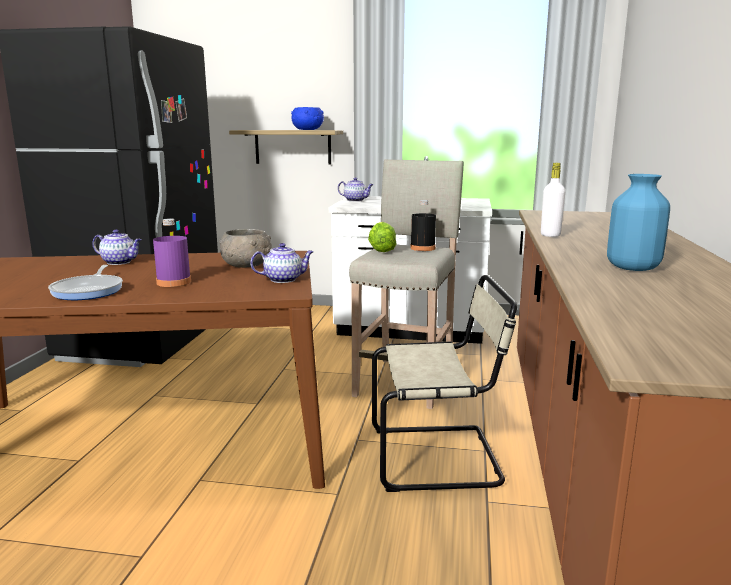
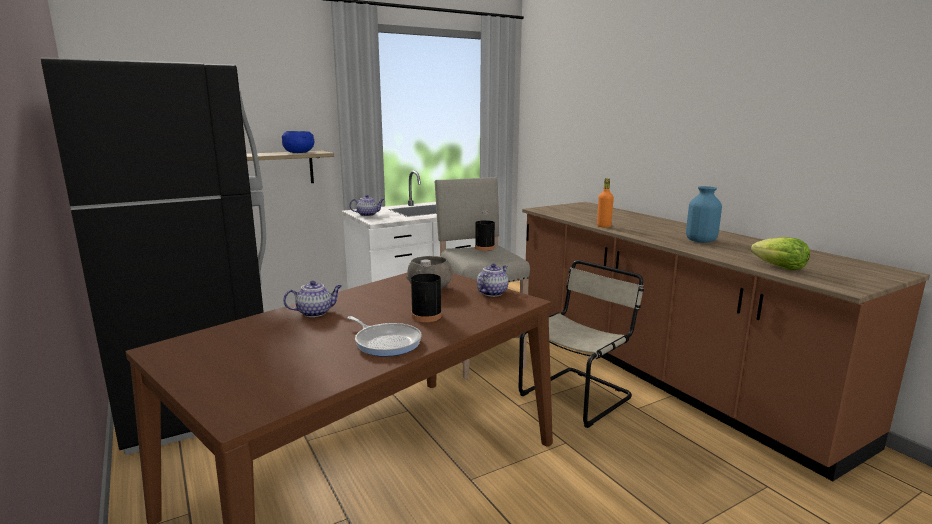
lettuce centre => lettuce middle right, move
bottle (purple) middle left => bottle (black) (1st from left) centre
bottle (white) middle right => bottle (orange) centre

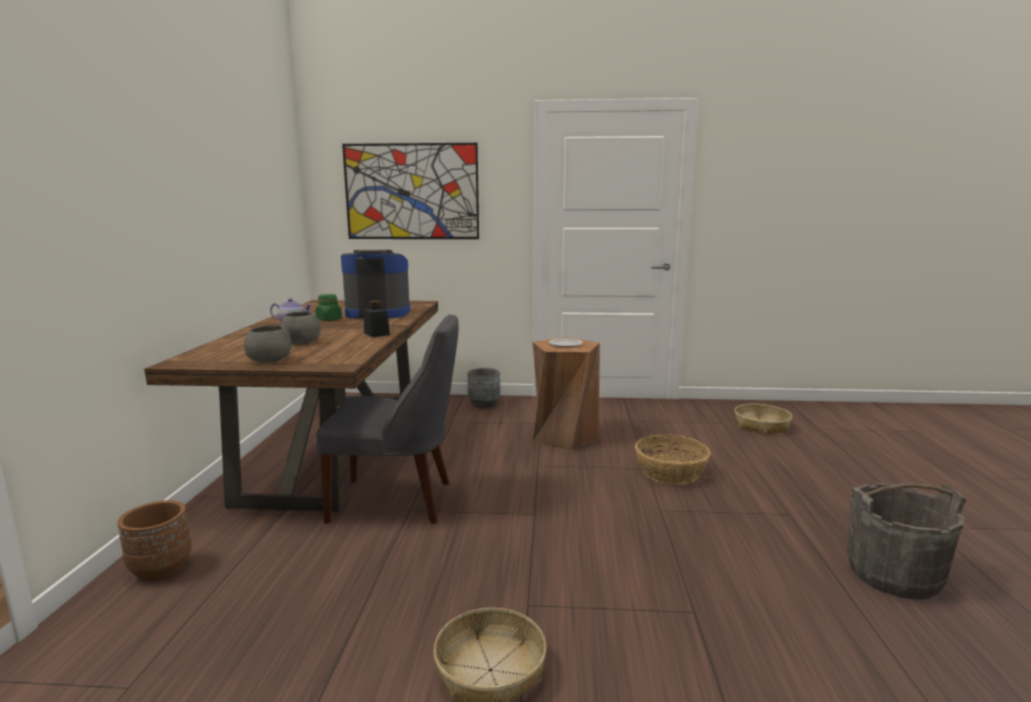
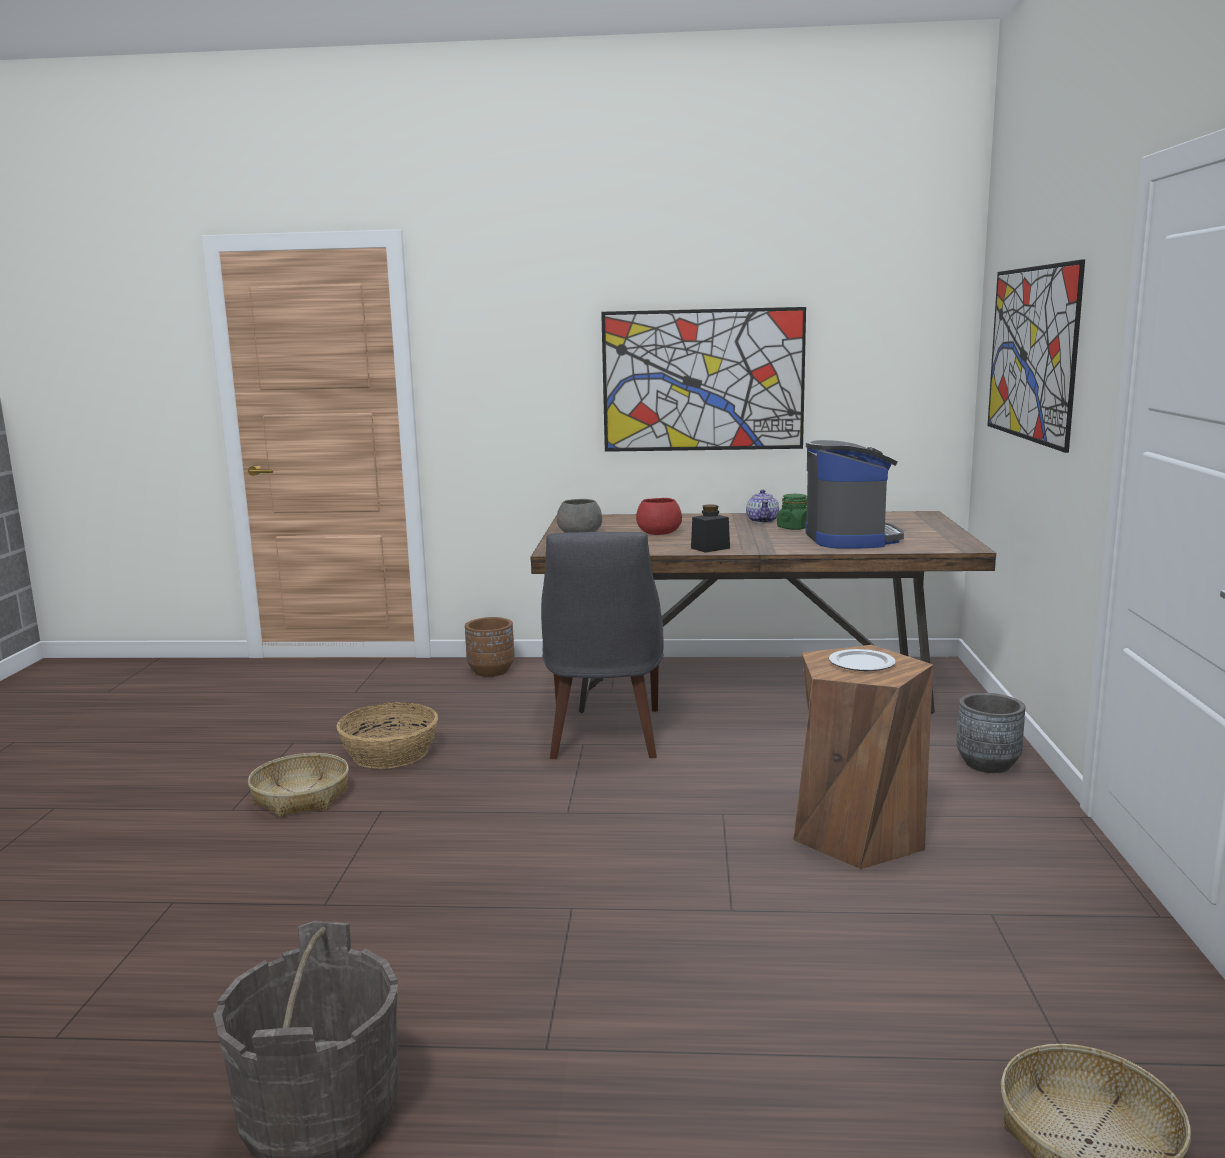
nothing => picture (1st from left) top centre
basket (2nd from left) centre => basket (2nd from left) middle left, move
bowl (grey) (2nd from left) middle left => bowl (red) centre

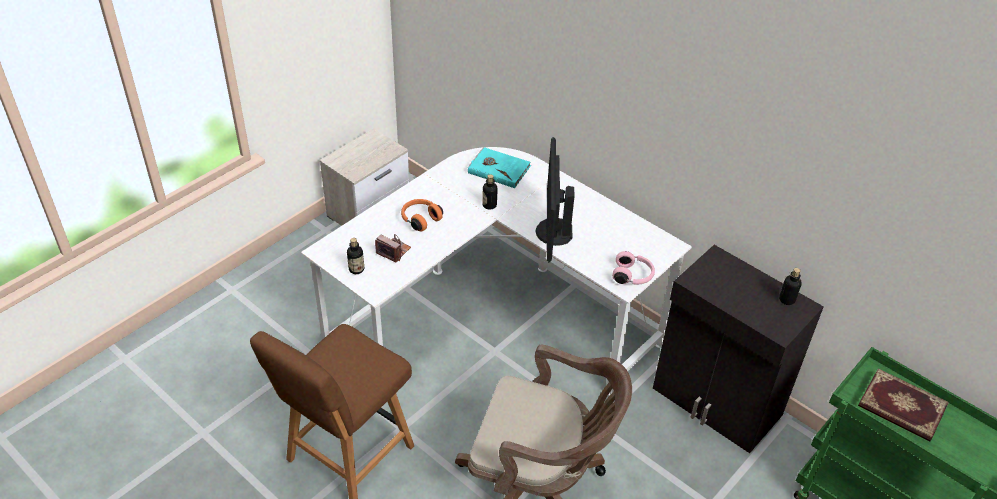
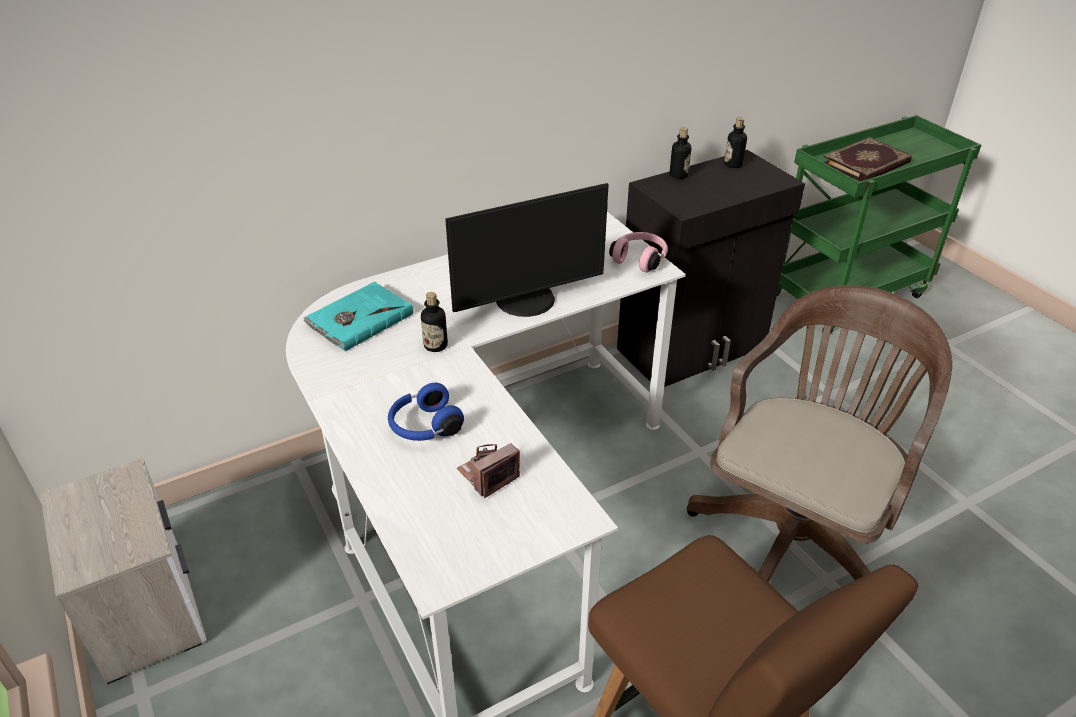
bottle (1st from left in the first image) centre => bottle (2nd from left) top centre, move
headphones (orange) centre => headphones (blue) centre
monitor centre, 45 degrees counterclockwise

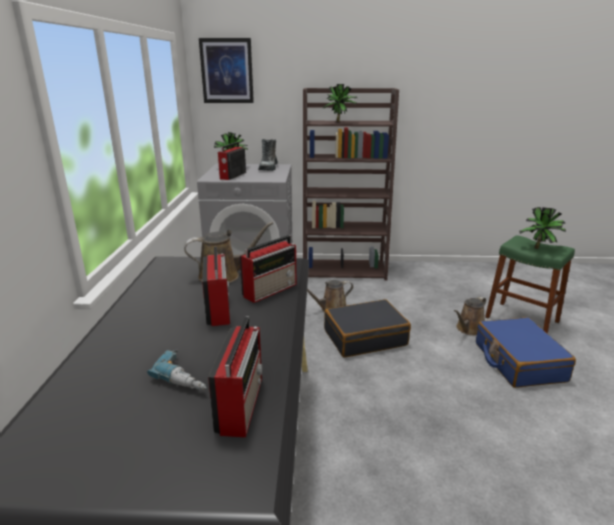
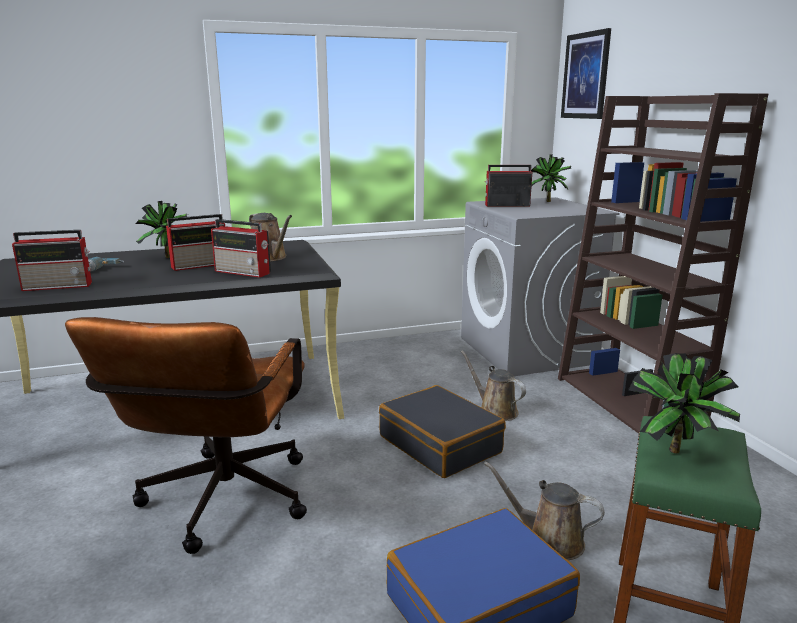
boot top centre => nothing
nothing => office chair (brown) bottom left
potted plant (2nd from left in the first image) top centre => potted plant (1st from left) middle left, move

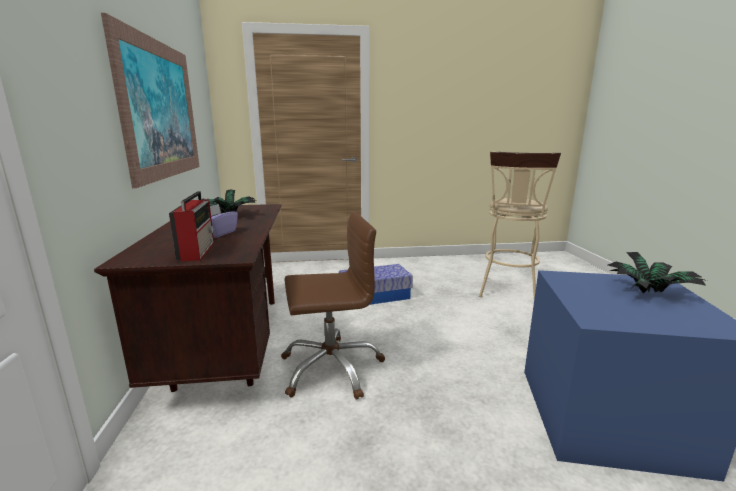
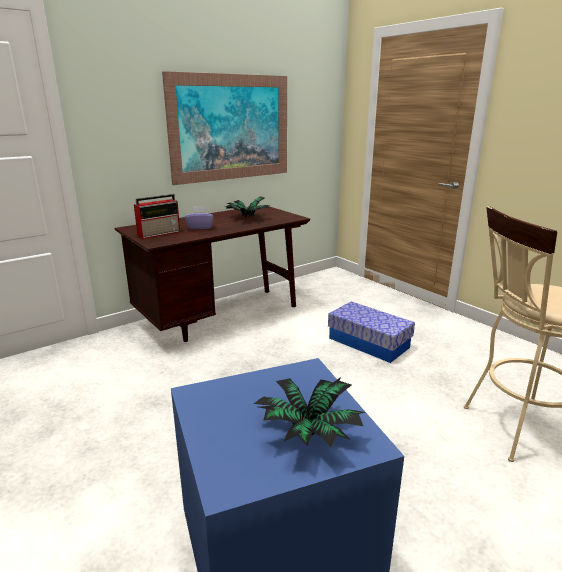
office chair (brown) centre => nothing

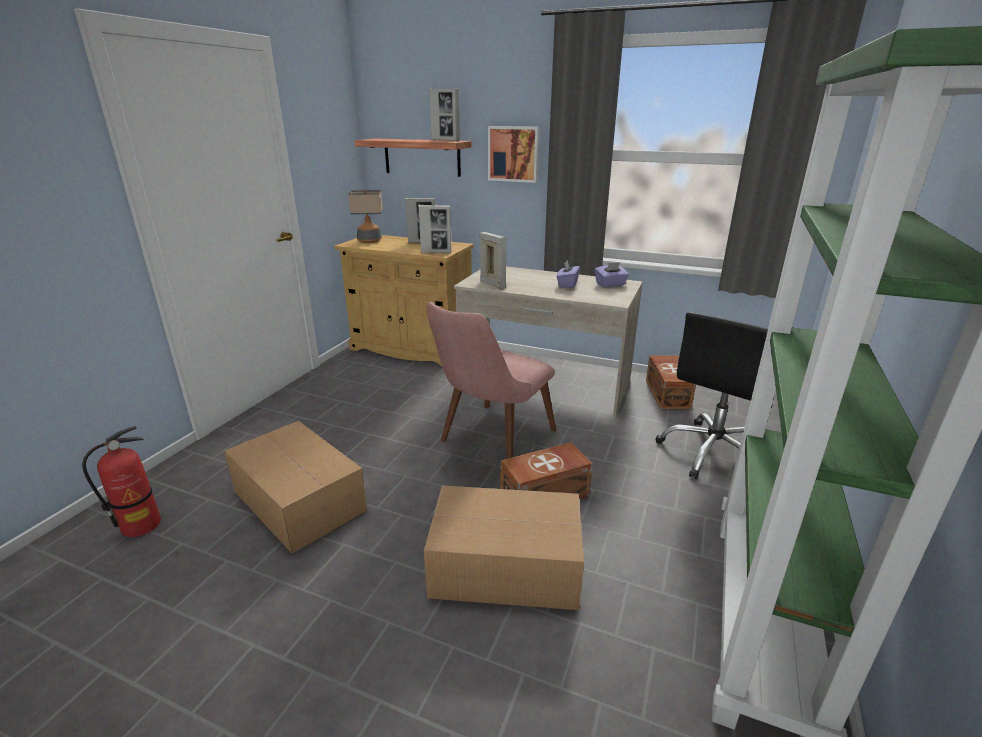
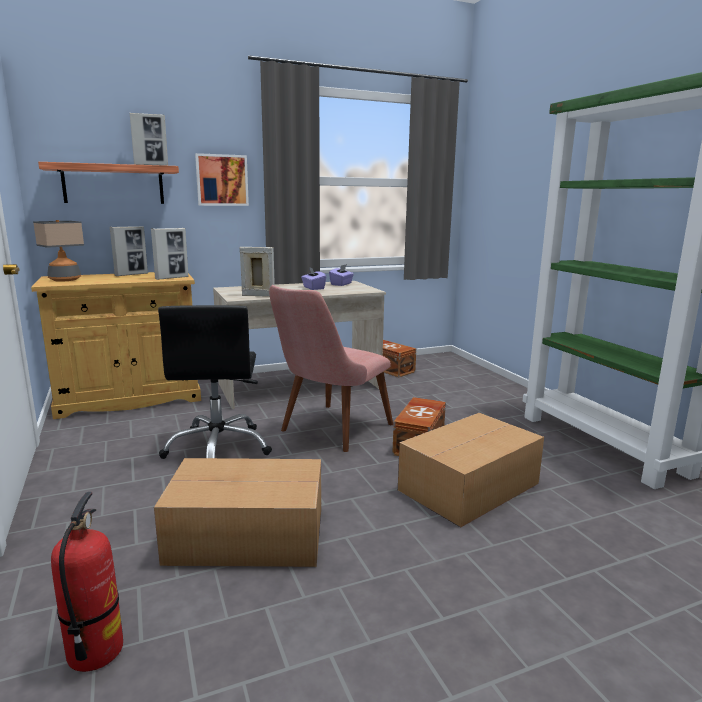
office chair (black) middle right => office chair (black) middle left, move
chair (pink) centre, 45 degrees clockwise

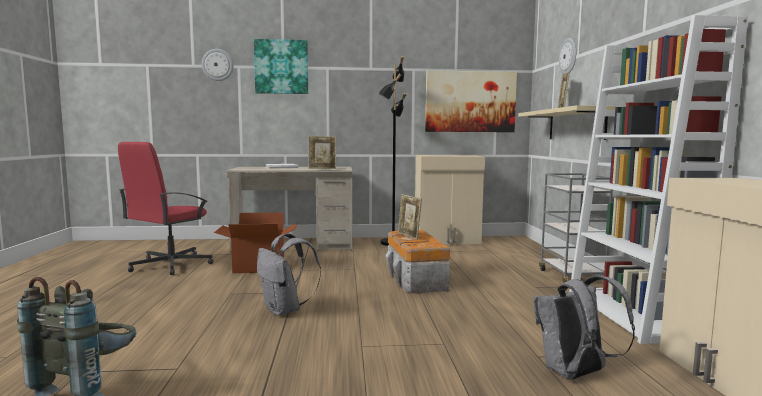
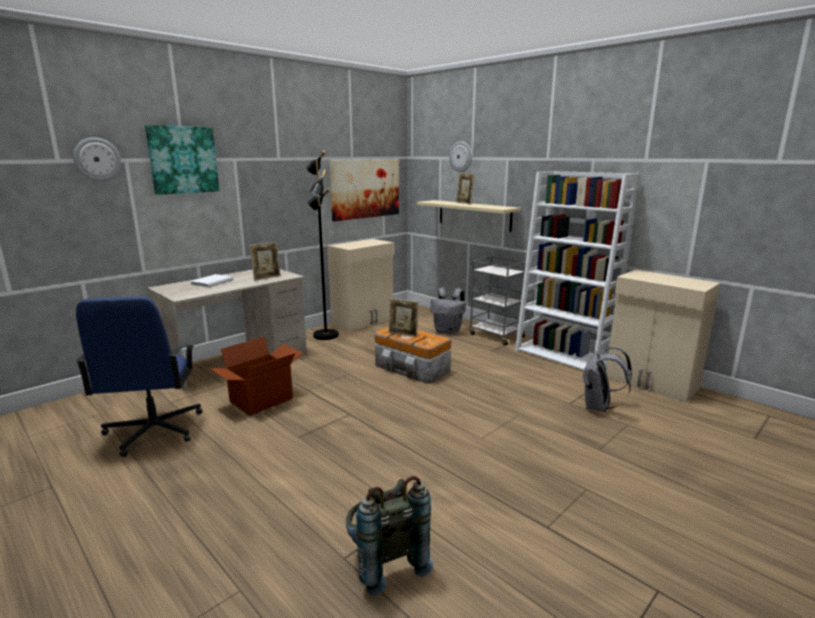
backpack (grey) (2nd from left) bottom centre => backpack (grey) (2nd from left) centre, move
office chair (red) middle left => office chair (blue) middle left

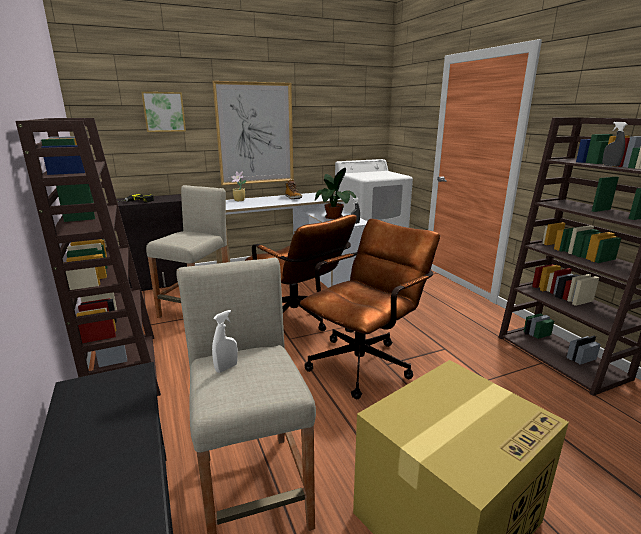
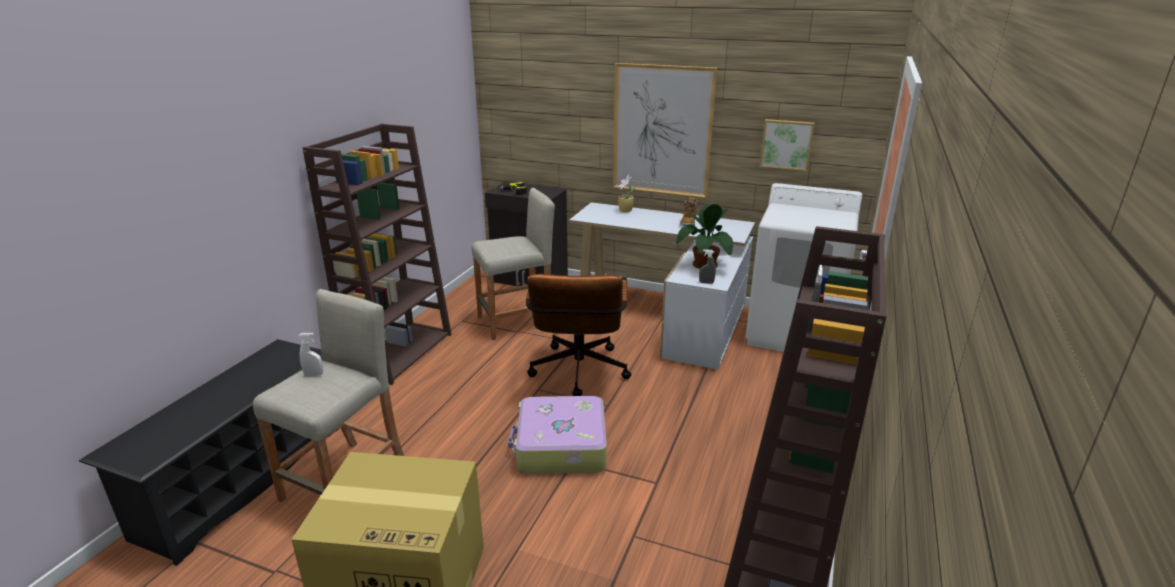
picture (1st from left in the first image) top left => picture (2nd from left) top right, move
office chair (brown) (2nd from left) centre => suitcase bottom centre

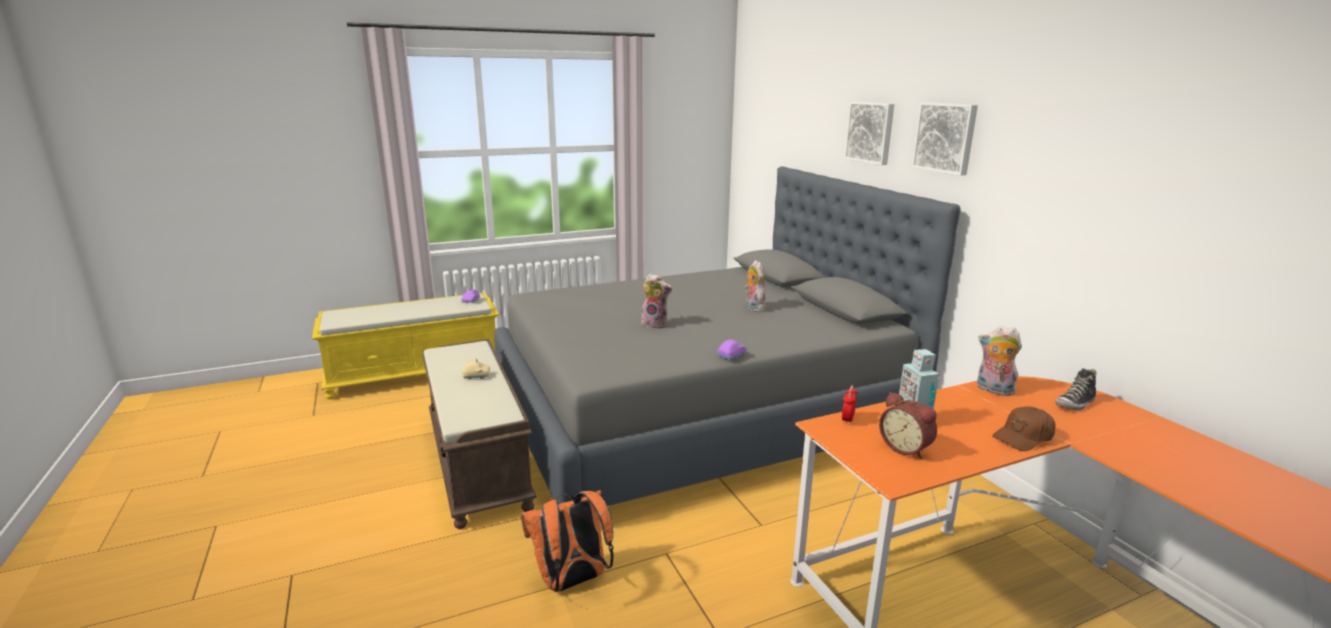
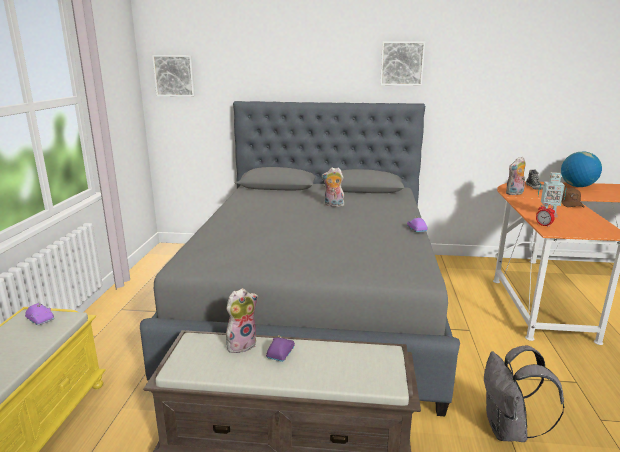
alarm clock (2nd from left) bottom right => nothing
nothing => globe middle right
plush toy (1st from left) centre => plush toy (1st from left) bottom centre, move
picture (1st from left) top centre => picture (1st from left) top left, move
toy car (beige) centre => toy car (purple) (2nd from left) bottom centre
backpack (orange) bottom centre => backpack (grey) bottom right

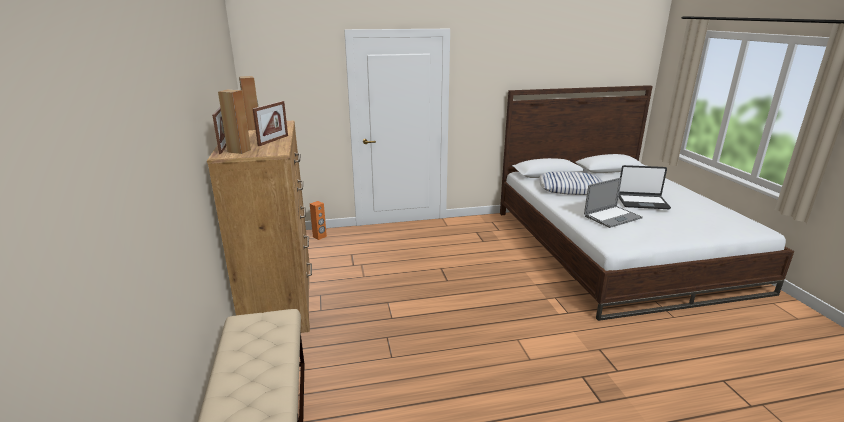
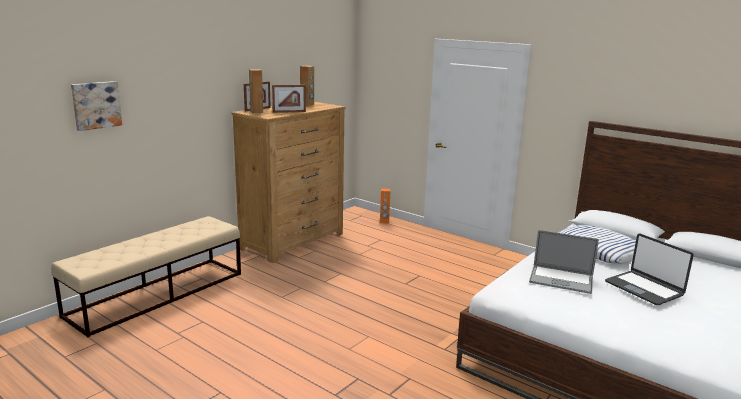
nothing => picture top left

